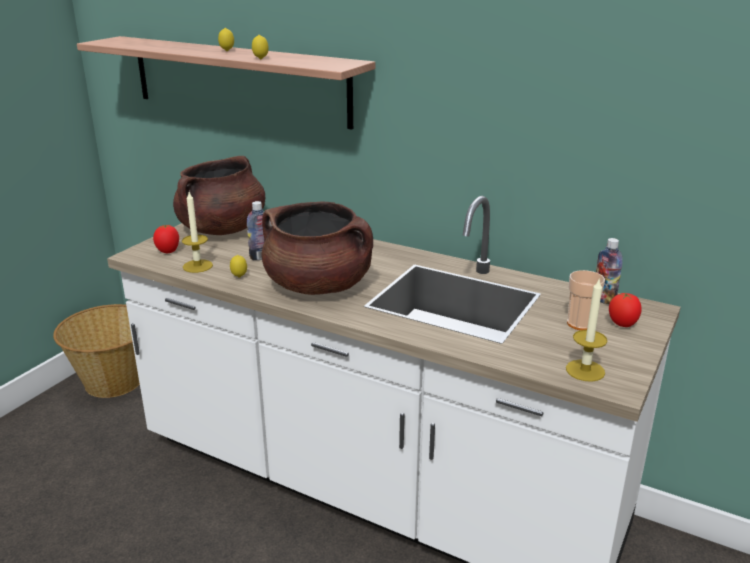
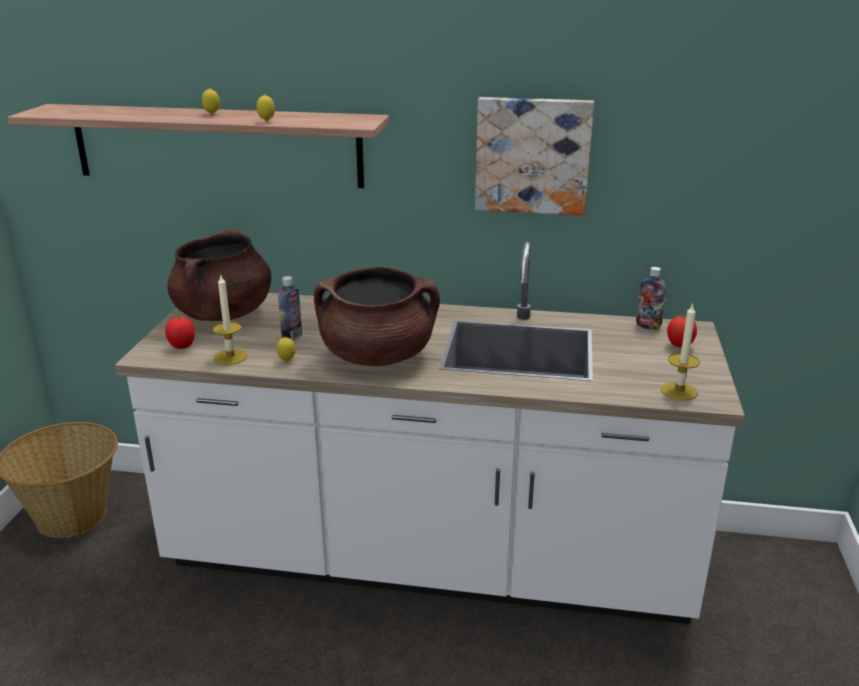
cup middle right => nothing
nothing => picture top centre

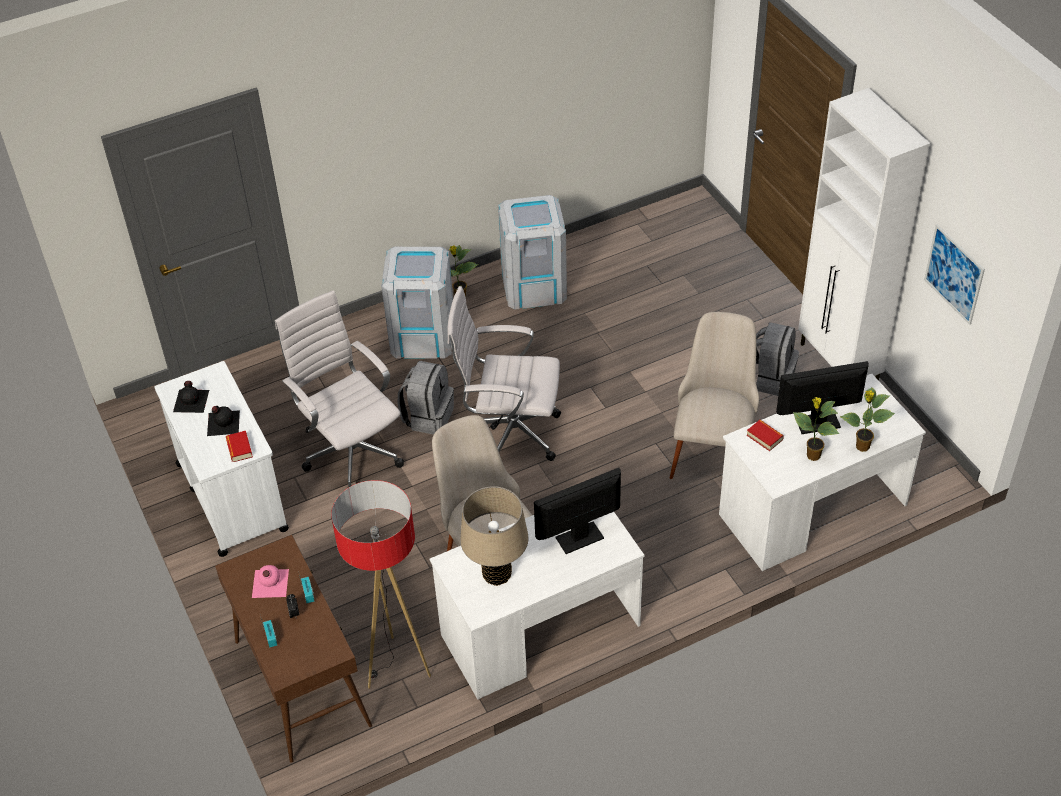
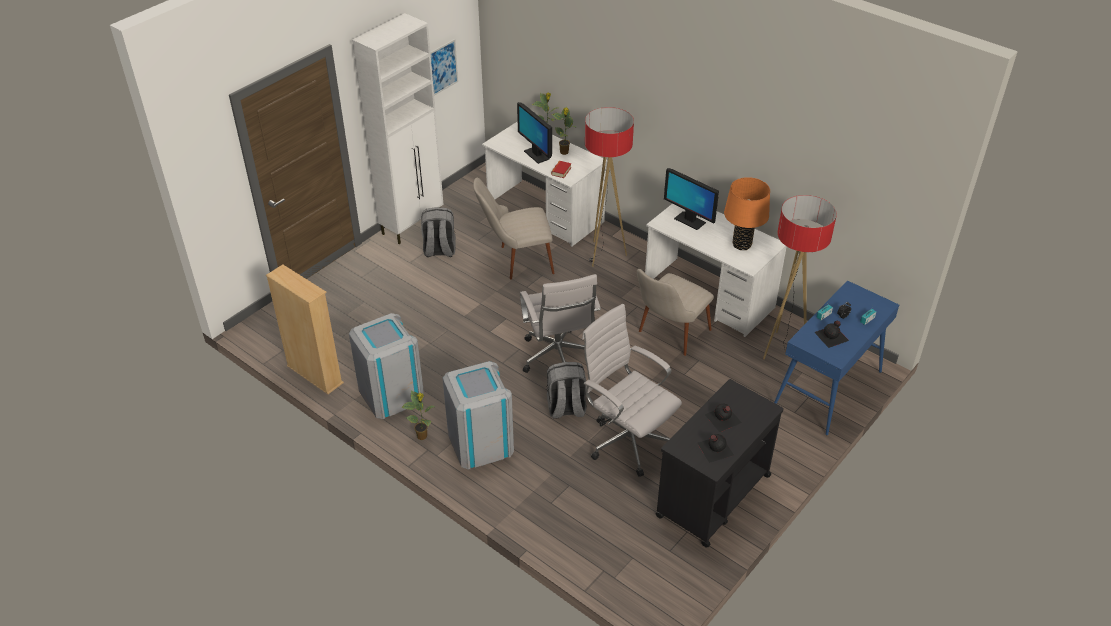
book (1st from left) middle left => nothing
nothing => bookcase (beige) middle left
nothing => floor lamp (1st from left) top centre
cart (white) middle left => cart (black) bottom centre
console table (brown) bottom left => console table (blue) middle right
bottle (pink) bottom left => bottle (black) (3rd from left) middle right
table lamp (beige) bottom centre => table lamp (orange) middle right
office chair (white) (1st from left in the first image) middle left => office chair (white) (2nd from left) centre, 105 degrees clockwise

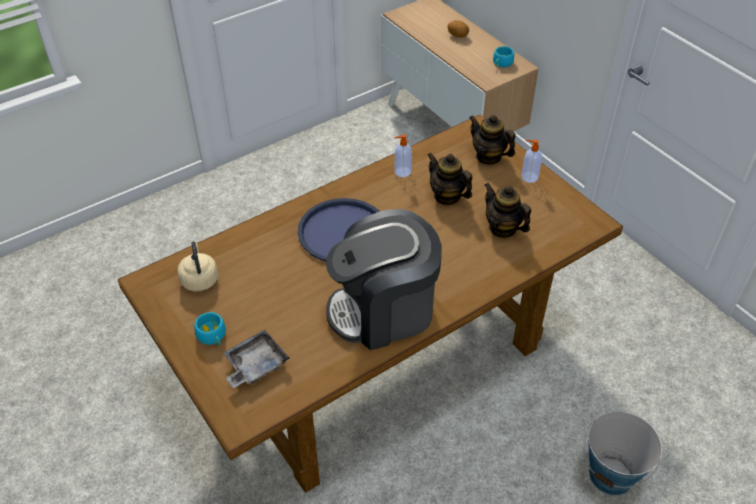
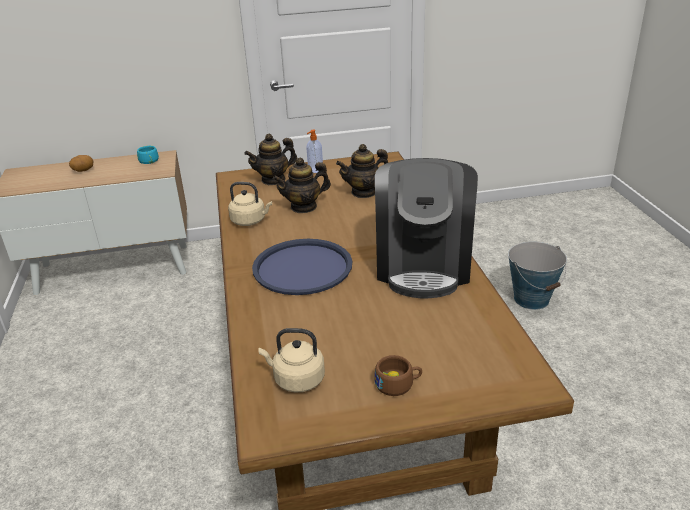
tray (grey) bottom centre => nothing
soap dispenser (1st from left) top centre => kettle (beige) (1st from left) centre
cup (turquoise) (1st from left) middle left => cup (brown) bottom centre

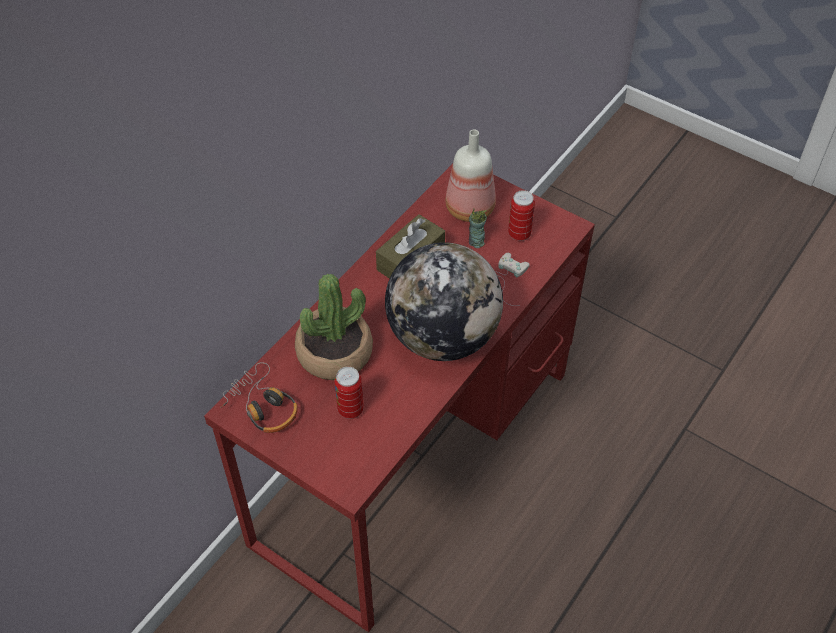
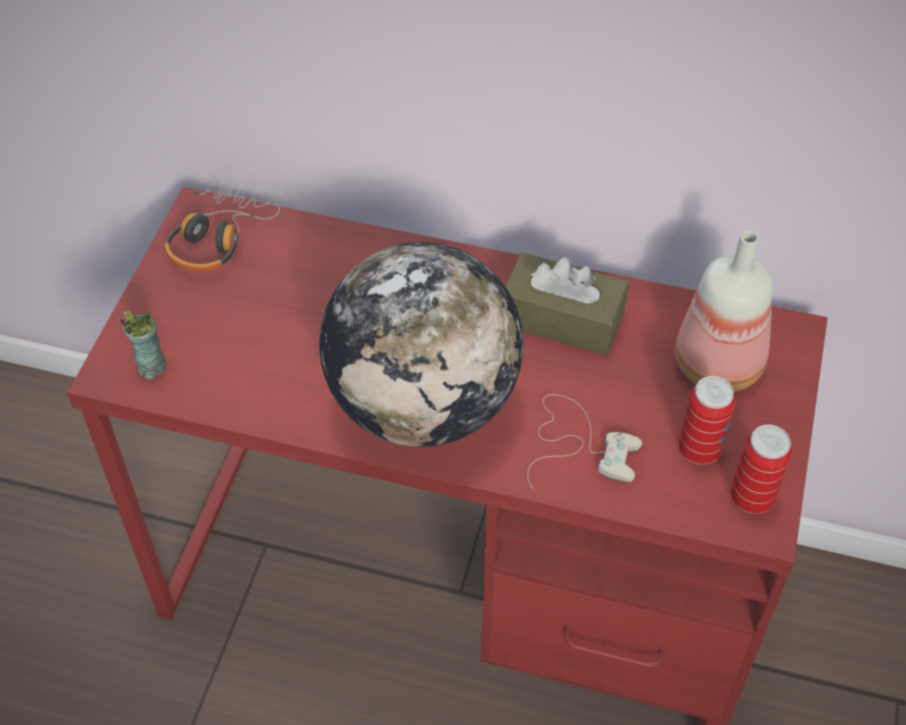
potted plant centre => nothing
can (1st from left in the first image) centre => can (2nd from left) middle right, move
cup centre => cup middle left, move

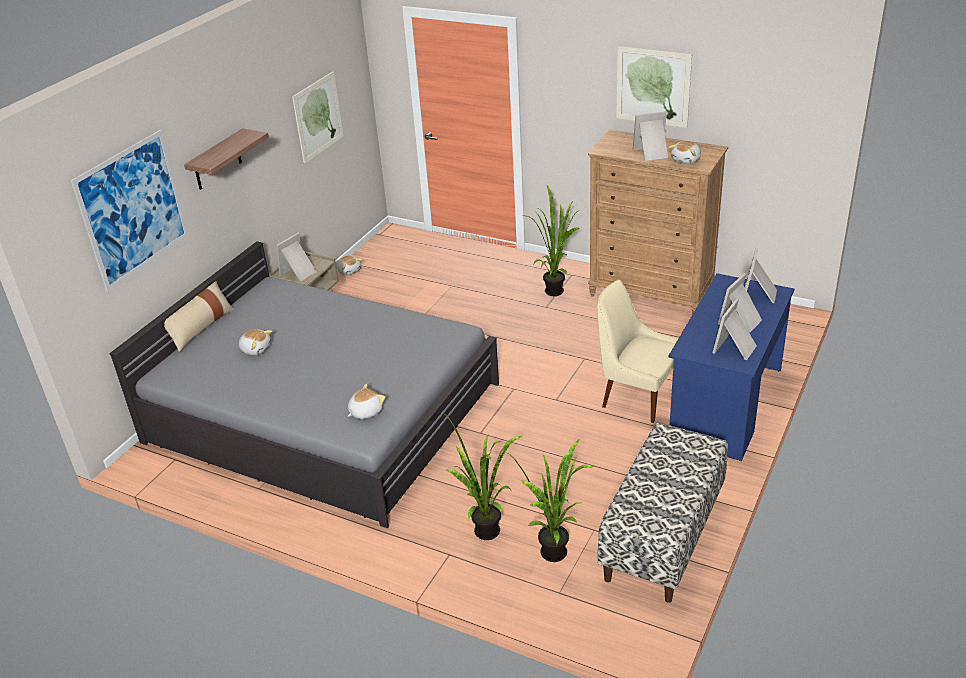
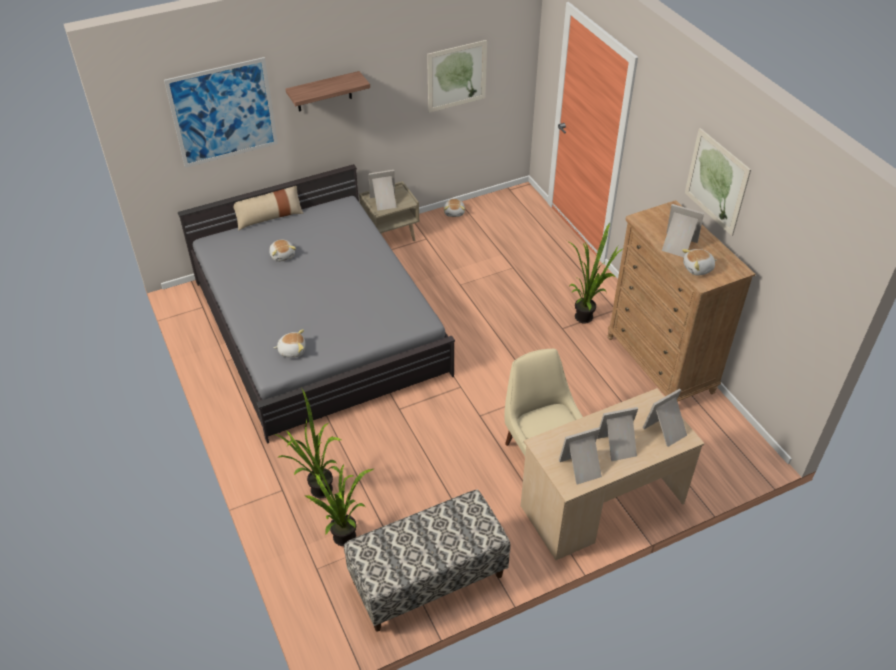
desk (blue) middle right => desk (beige) bottom right

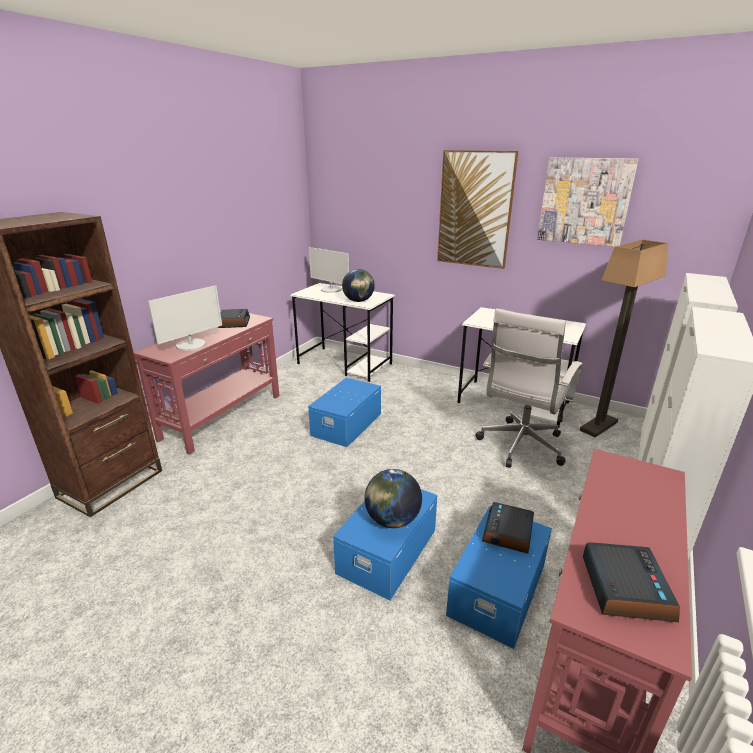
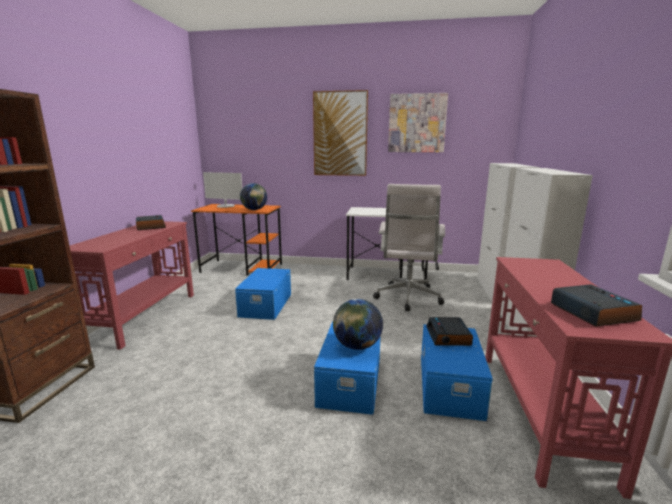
monitor (1st from left) middle left => nothing
floor lamp middle right => nothing
desk (white) (1st from left) centre => desk (orange) centre

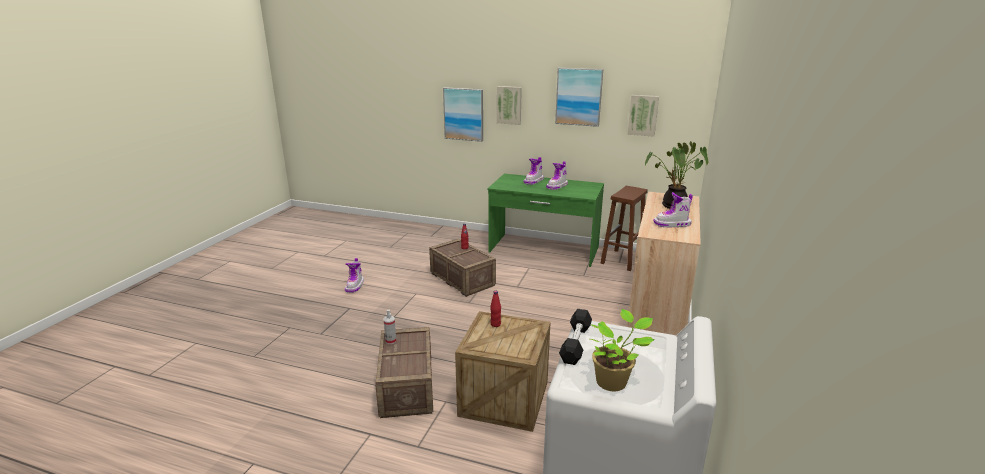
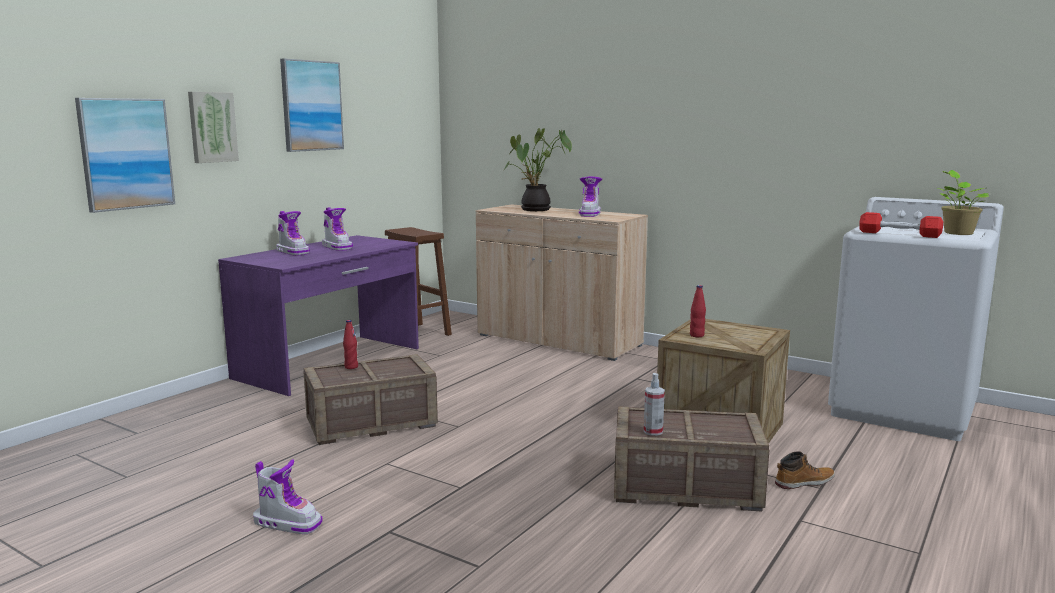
picture (4th from left) top centre => nothing
nothing => boot (5th from left) bottom right
desk (green) centre => desk (purple) middle left
dumbbell (black) bottom centre => dumbbell (red) middle right

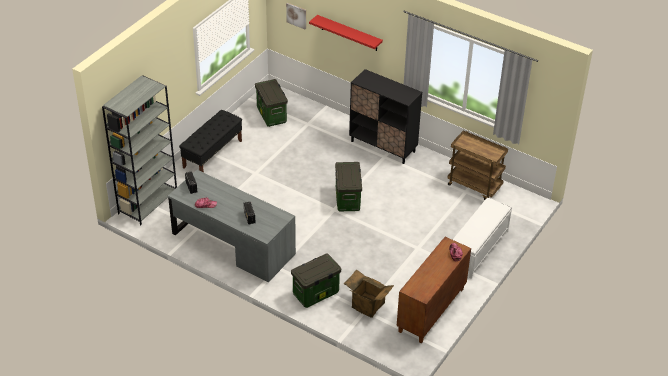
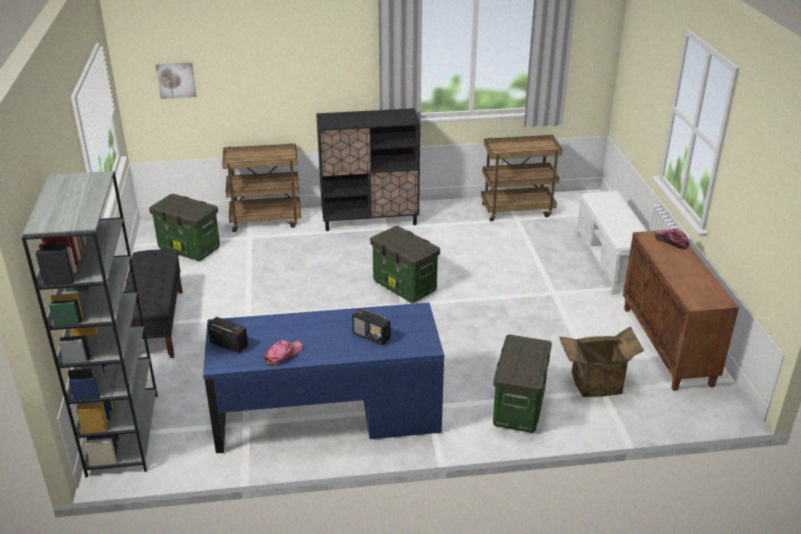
shelf (red) top centre => nothing
nothing => cart (brown) (1st from left) middle left
desk (grey) centre => desk (blue) bottom centre

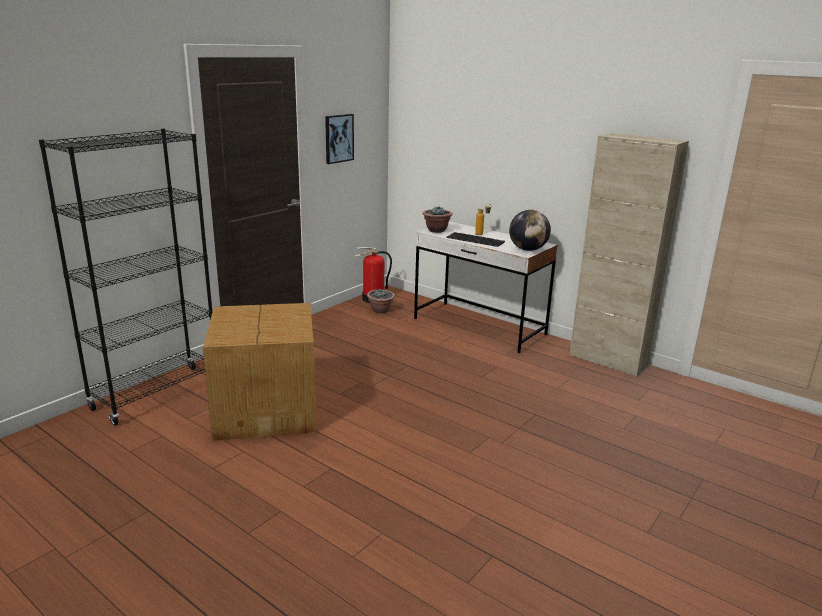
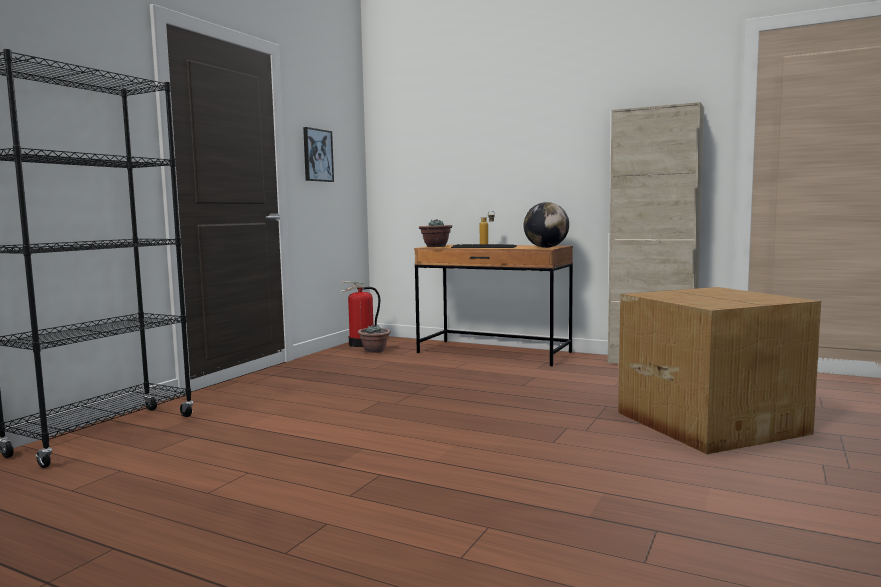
cardboard box middle left => cardboard box middle right, move
desk (white) centre => desk (brown) centre

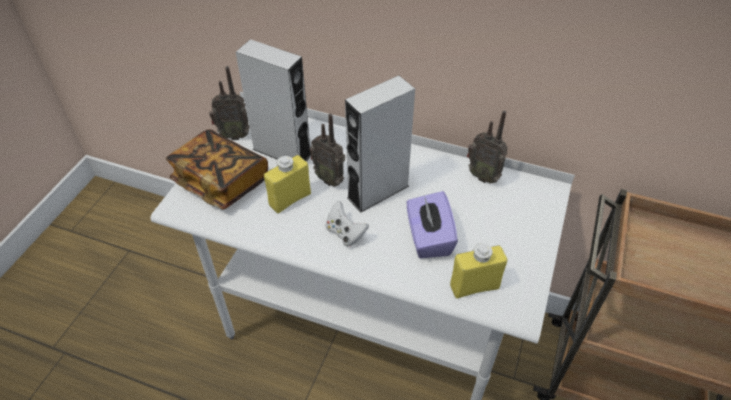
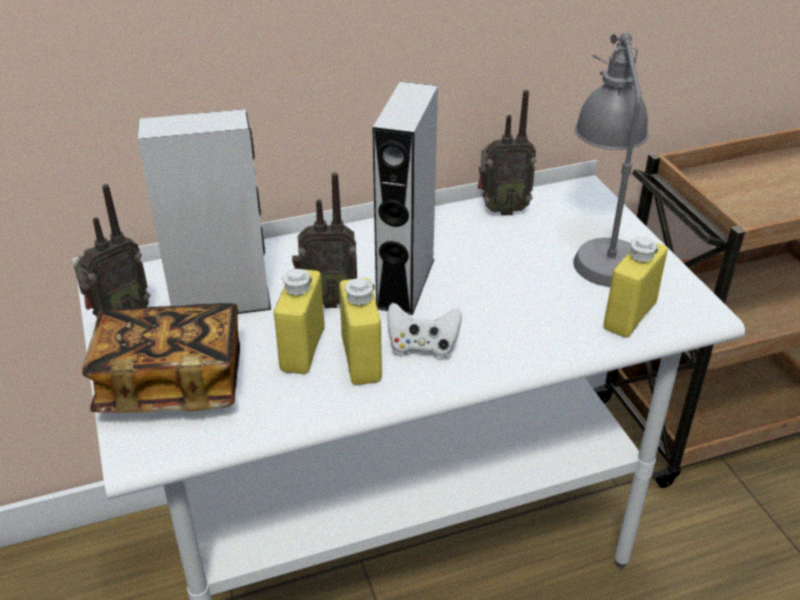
tissue box (purple) centre => nothing
nothing => bottle (yellow) (2nd from left) centre
nothing => table lamp (grey) top right

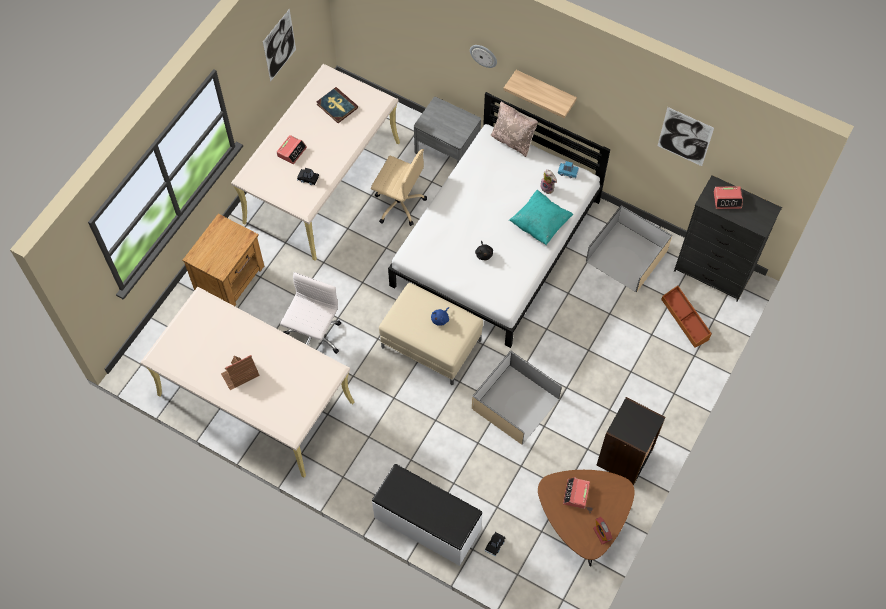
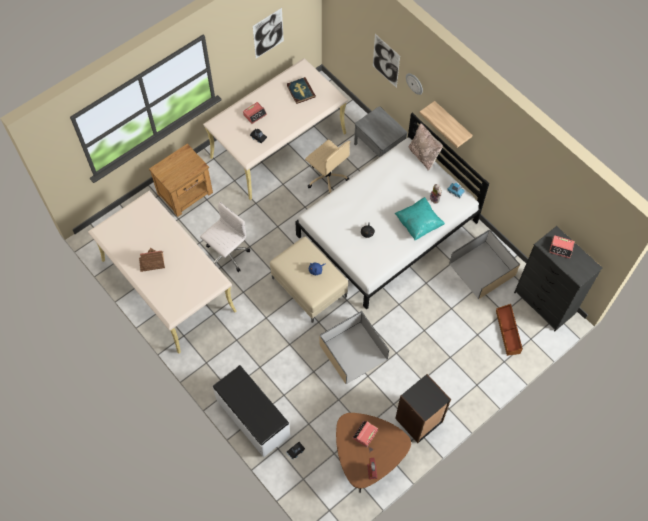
picture (2nd from left) top right => picture (2nd from left) top centre, move

